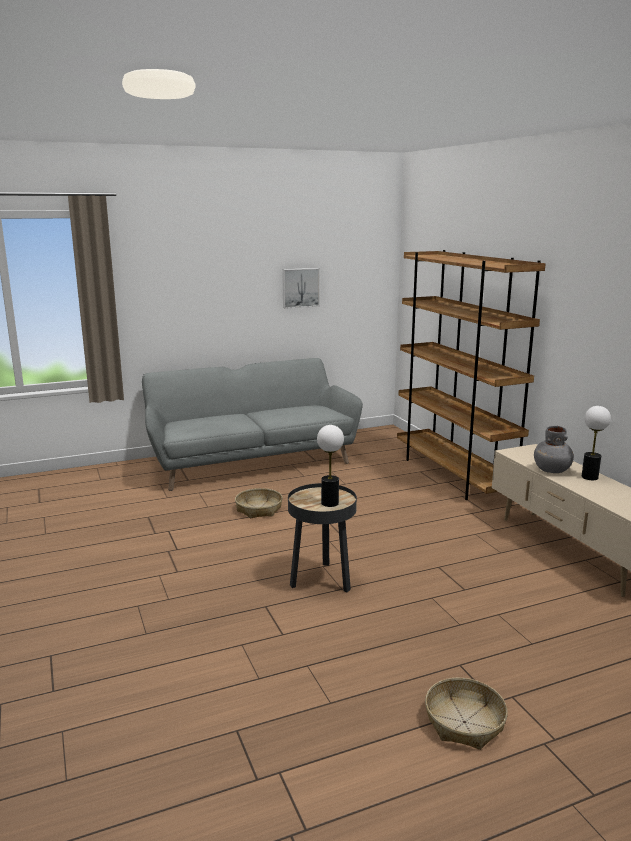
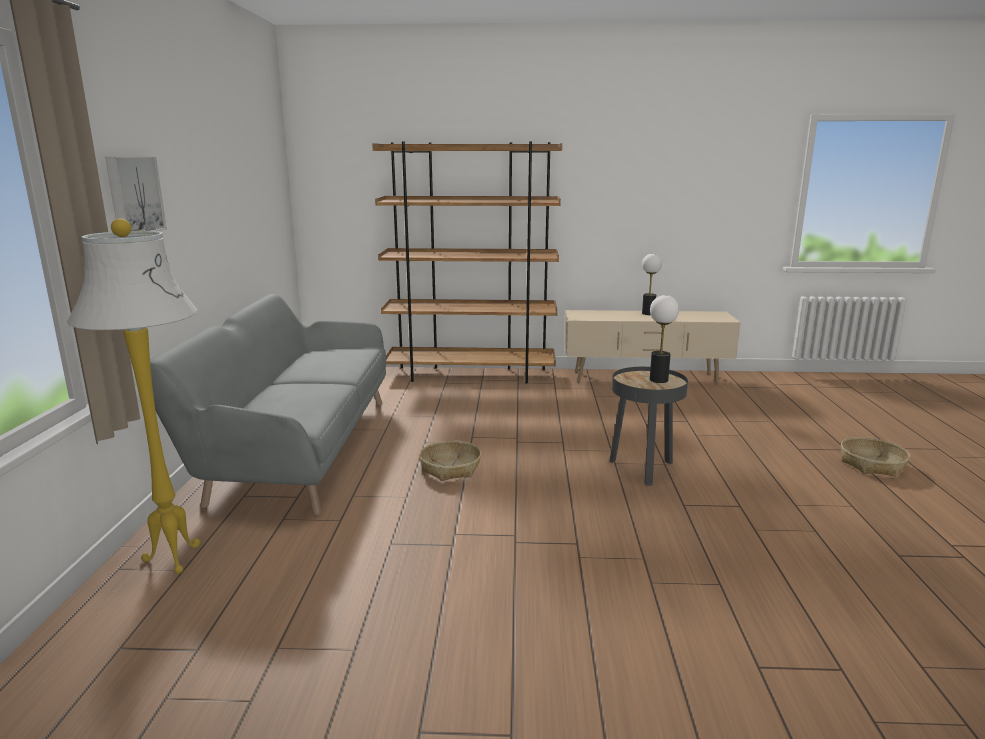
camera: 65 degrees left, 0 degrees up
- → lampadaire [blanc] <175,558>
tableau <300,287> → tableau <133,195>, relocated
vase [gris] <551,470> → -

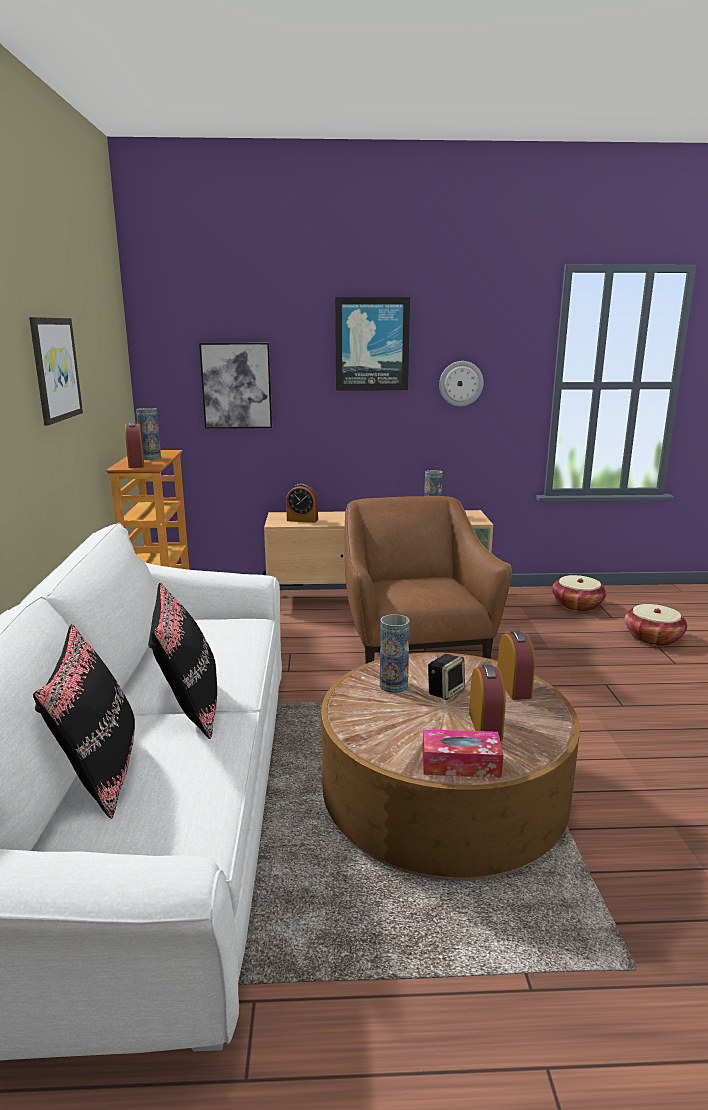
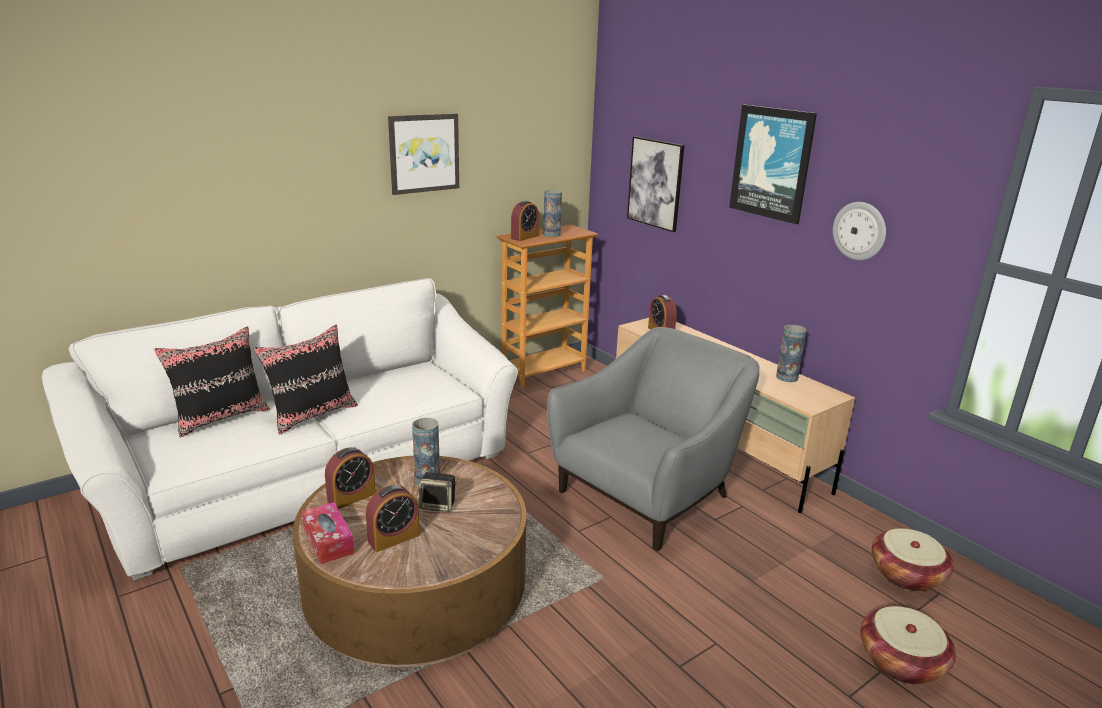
camera: 55 degrees right, 5 degrees up
réveil <513,687> → réveil <351,497>, relocated
fauteuil [marron] <414,645> → fauteuil [gris] <647,495>

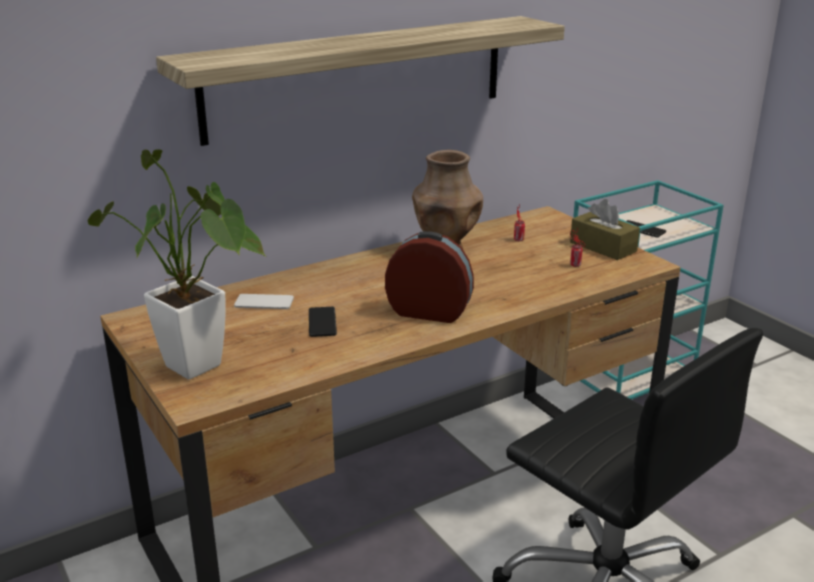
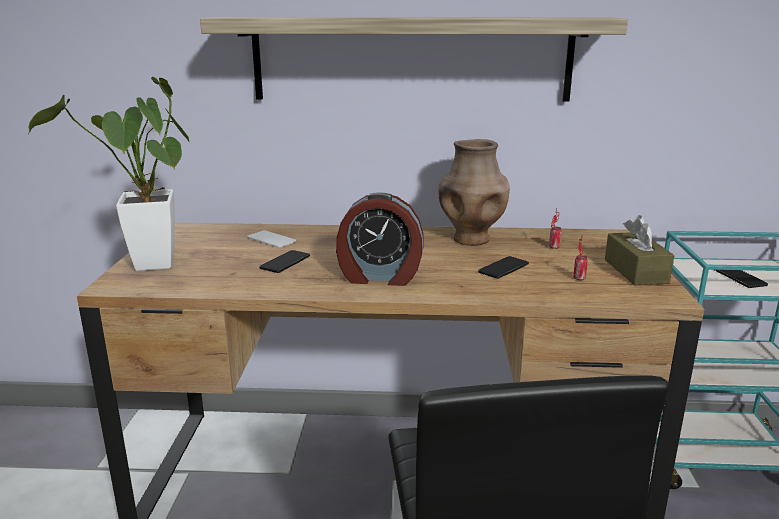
camera: 35 degrees right, 5 degrees down
réveil <429,311> → réveil <379,277>, 135 degrees clockwise
- → téléphone <503,268>

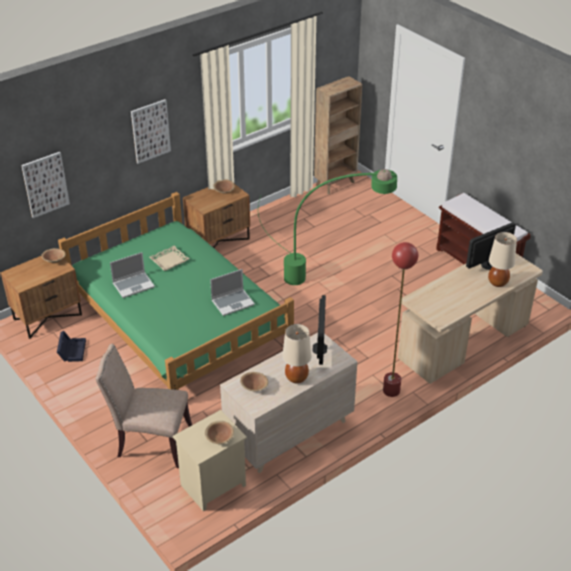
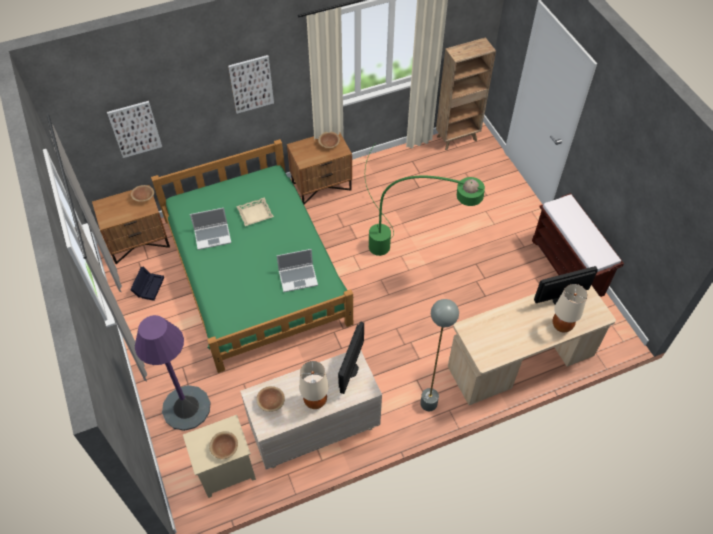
camera: 15 degrees right, 15 degrees up
chaise [beige] <151,442> → lampadaire [violet] <186,408>
lampadaire [rouge] <391,391> → lampadaire [gris] <428,403>

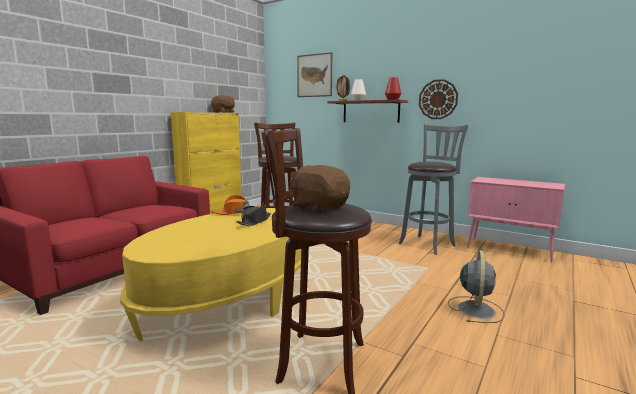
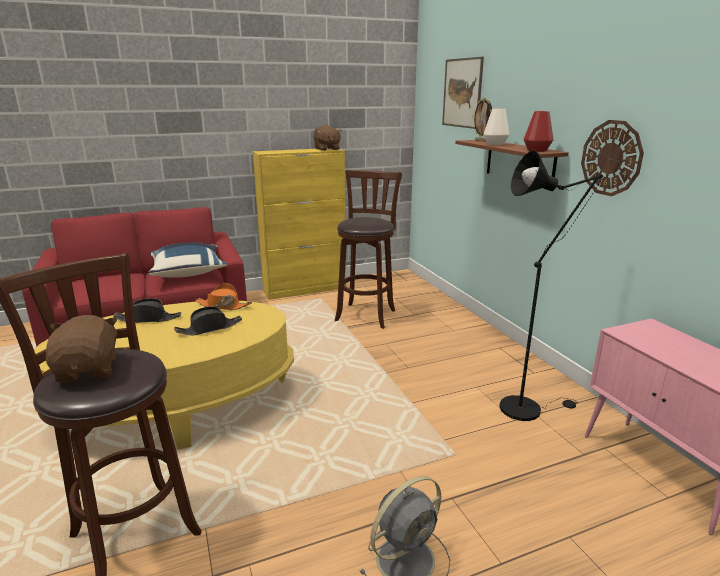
camera: 35 degrees right, 10 degrees up
- → chapeau [noir] <148,319>
- → coussin [bleu] <188,273>
tabouret [gris] <428,244> → lampadaire [noir] <526,407>

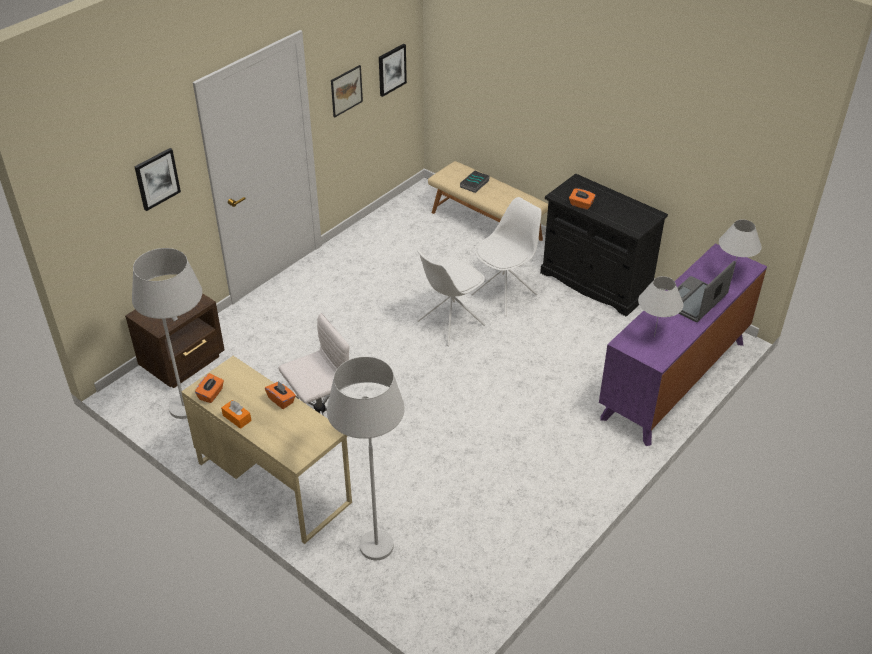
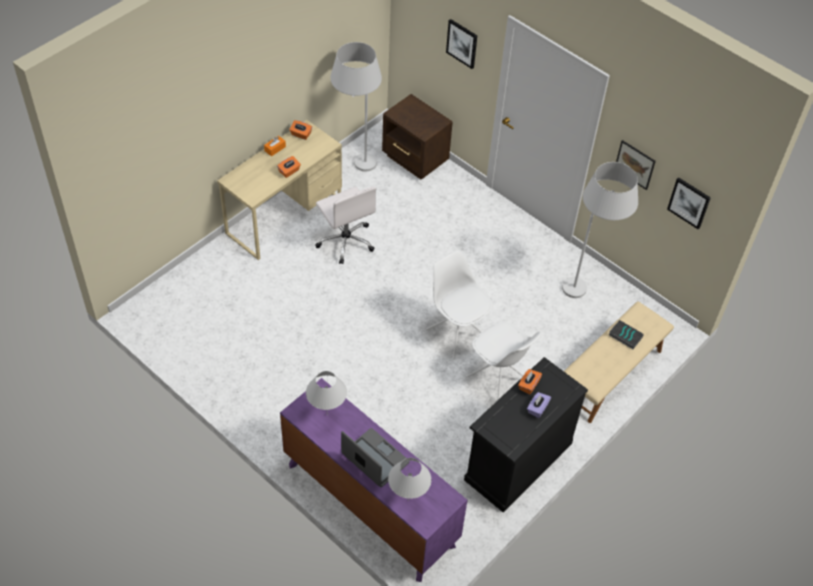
camera: 90 degrees right, 10 degrees up
- → boîte à mouchoirs [violet] <537,408>
lampadaire [blanc] <373,531> → lampadaire [blanc] <587,287>, relocated

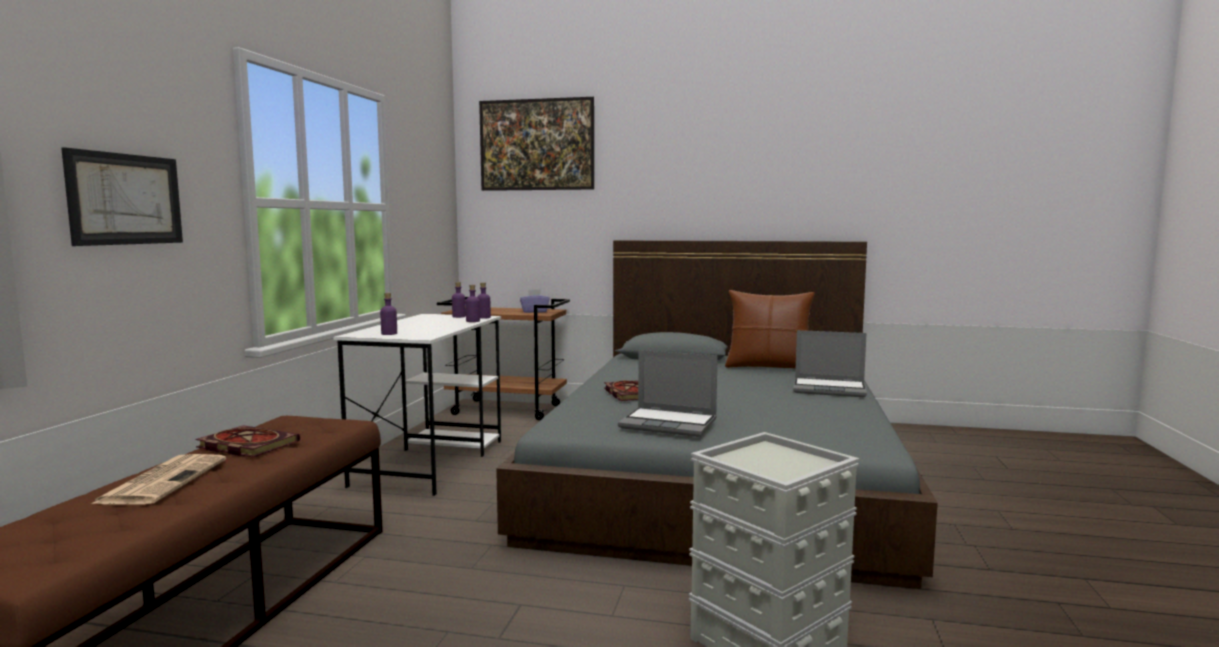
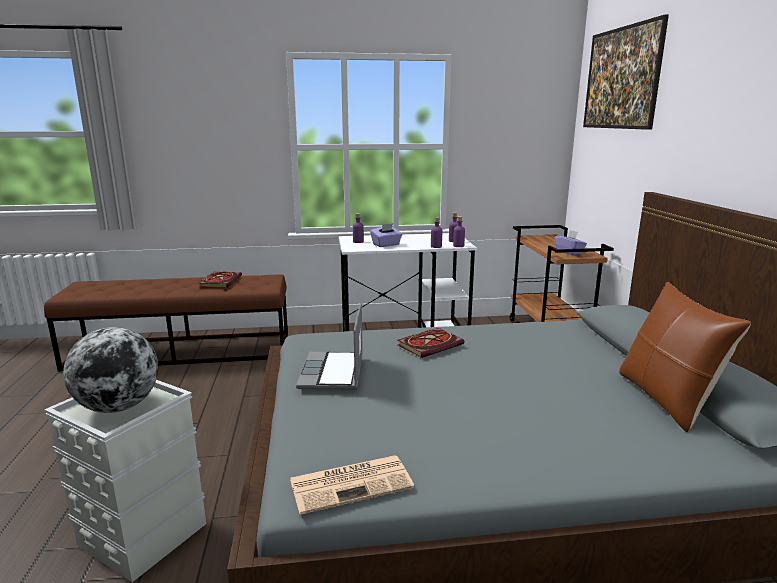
camera: 70 degrees right, 10 degrees up
- → globe <118,407>
journal <163,480> → journal <352,483>, relocated
- → boîte à mouchoirs [violet] <386,245>
tableau <125,199> → -
ordinateur portable <830,389> → -

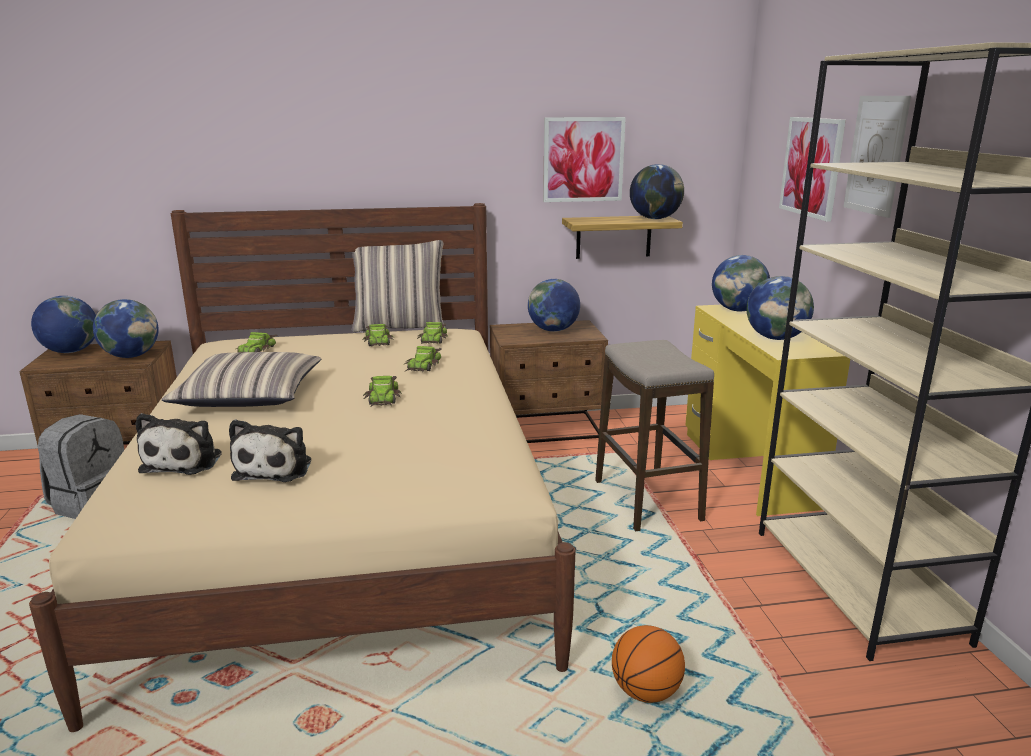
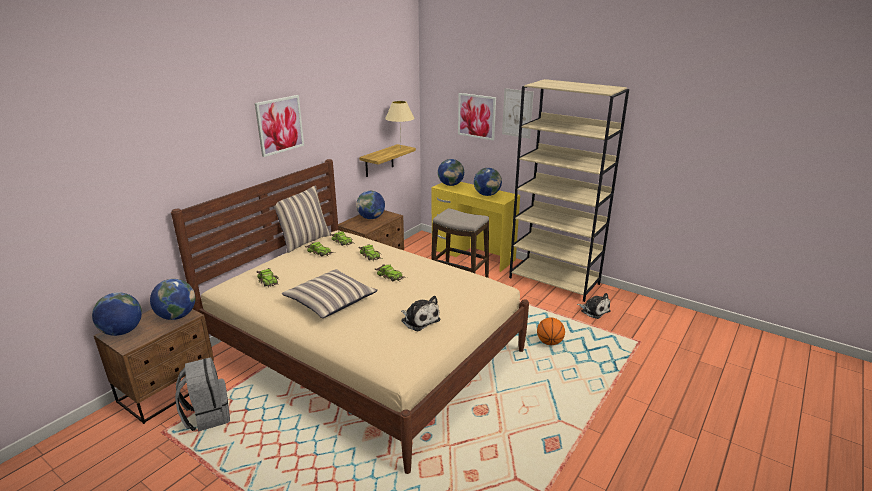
camera: 45 degrees left, 5 degrees up
tableau <583,159> → tableau <279,125>, relocated
globe <655,219> → lampe de table [beige] <400,148>
peluche <185,461> → peluche <594,310>, relocated

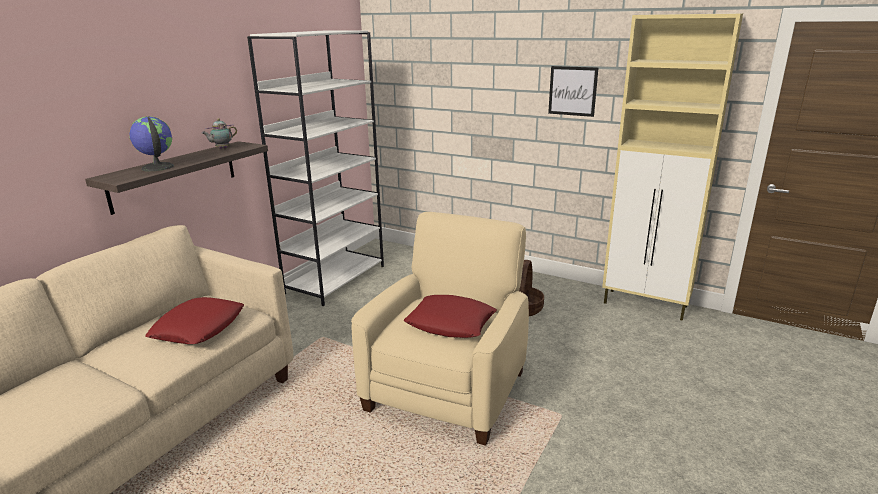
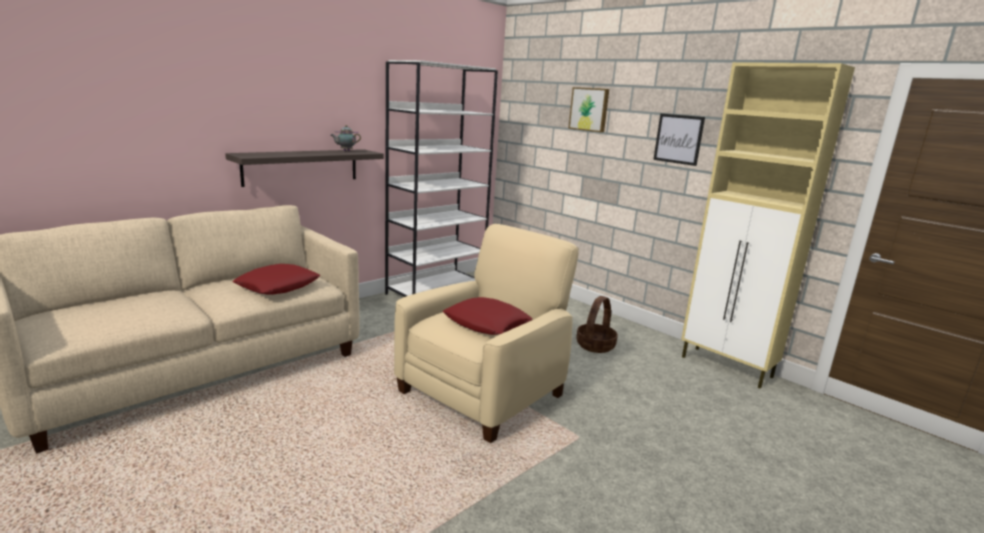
camera: 15 degrees right, 5 degrees down
- → tableau <589,109>
globe <157,167> → -

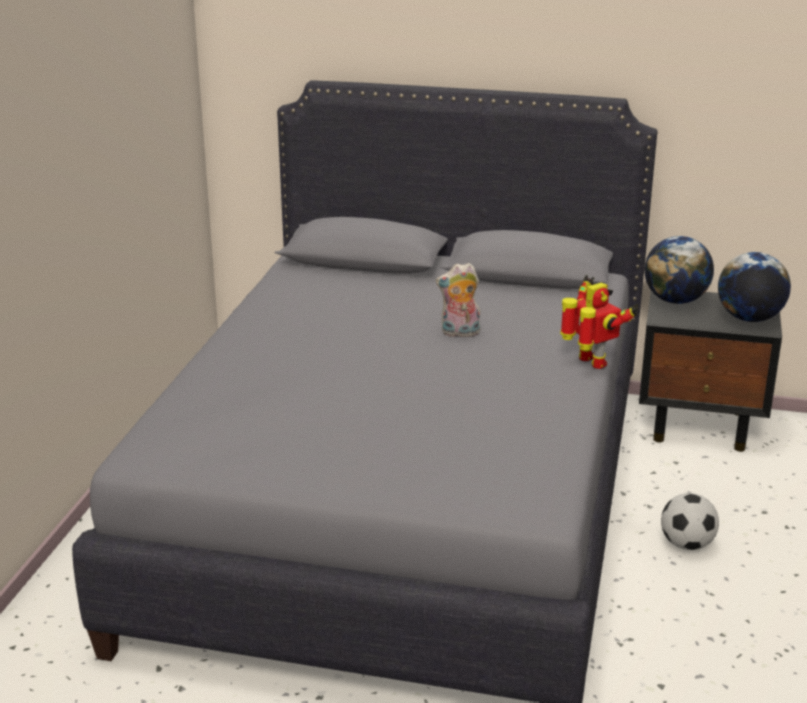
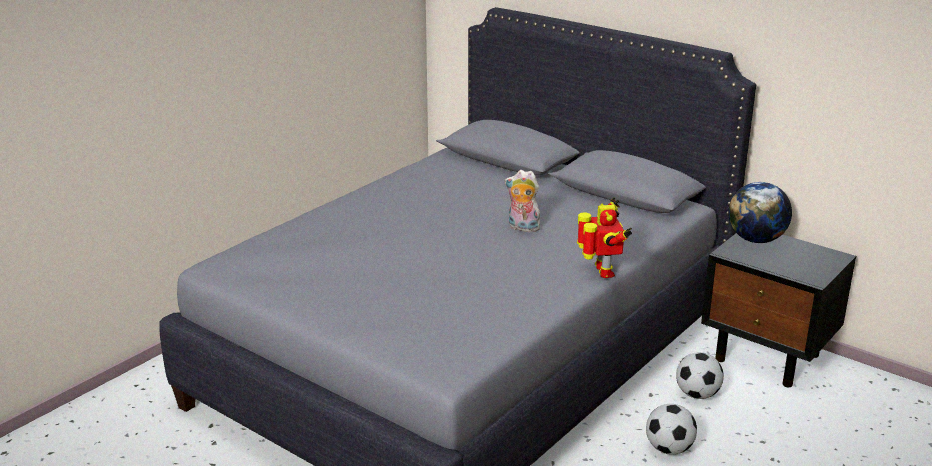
camera: 25 degrees right, 0 degrees up
- → ballon de foot <697,394>
globe <749,318> → -

